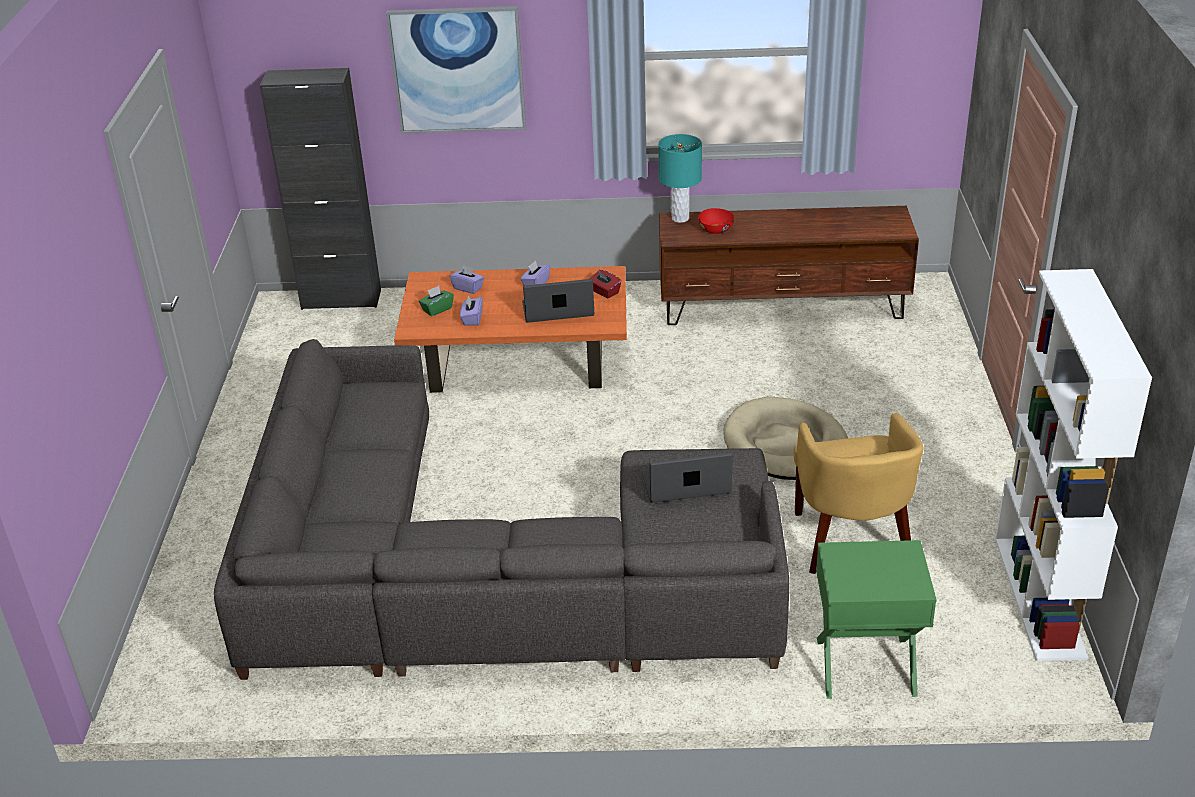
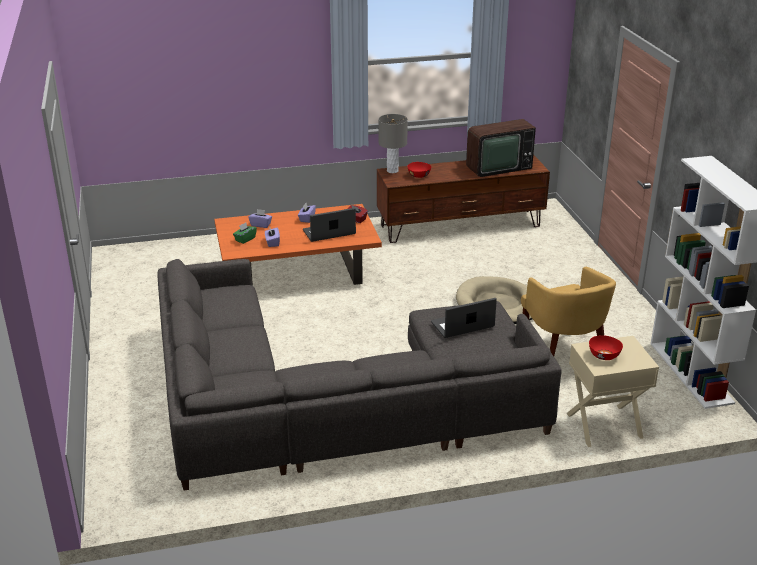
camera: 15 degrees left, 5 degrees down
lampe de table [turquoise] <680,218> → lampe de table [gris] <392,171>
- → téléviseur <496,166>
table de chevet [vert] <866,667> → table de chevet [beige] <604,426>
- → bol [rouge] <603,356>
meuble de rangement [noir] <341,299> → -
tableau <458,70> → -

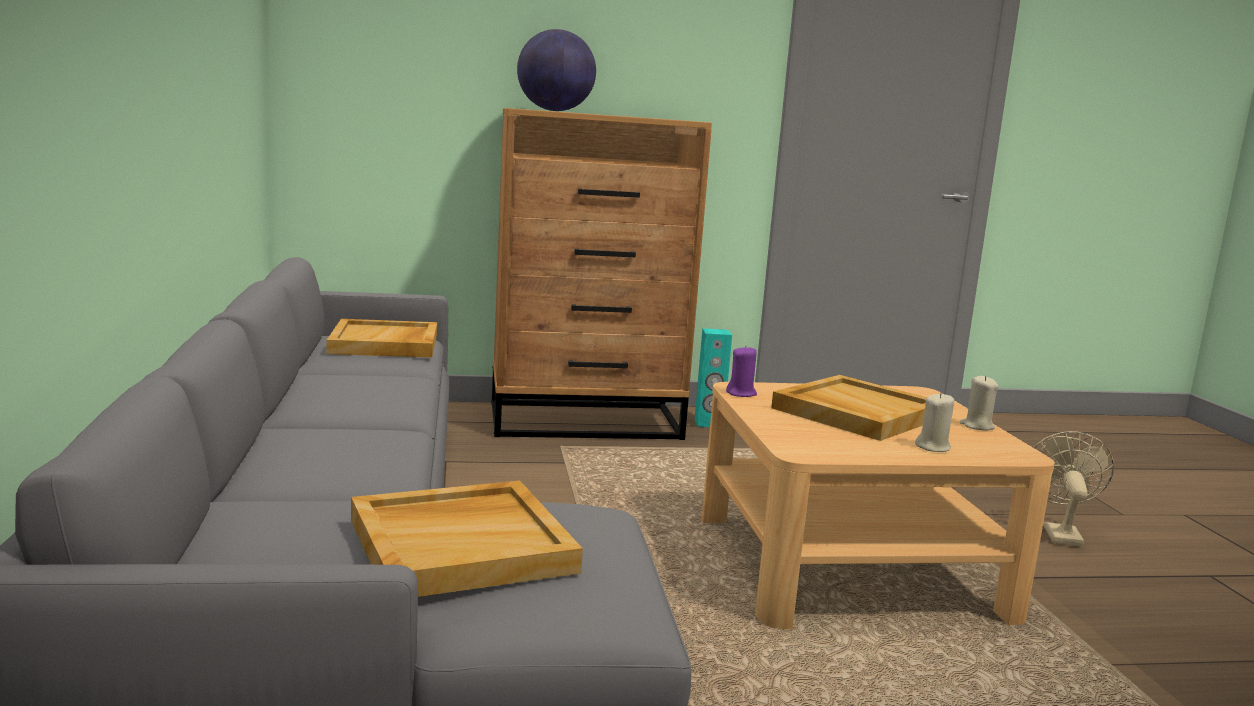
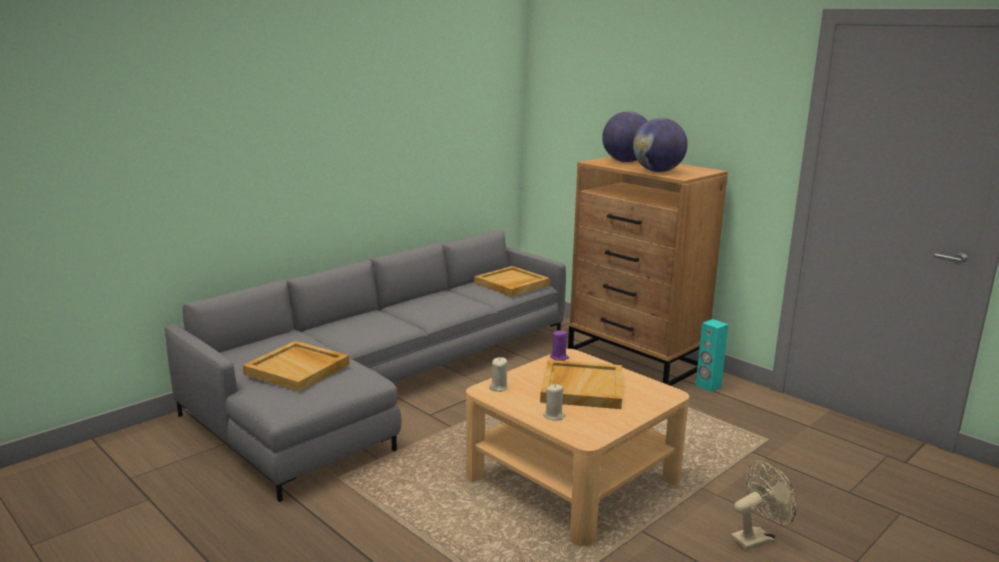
camera: 55 degrees right, 5 degrees up
bougie [beige] <977,426> → bougie [beige] <498,387>, relocated
- → globe <658,171>

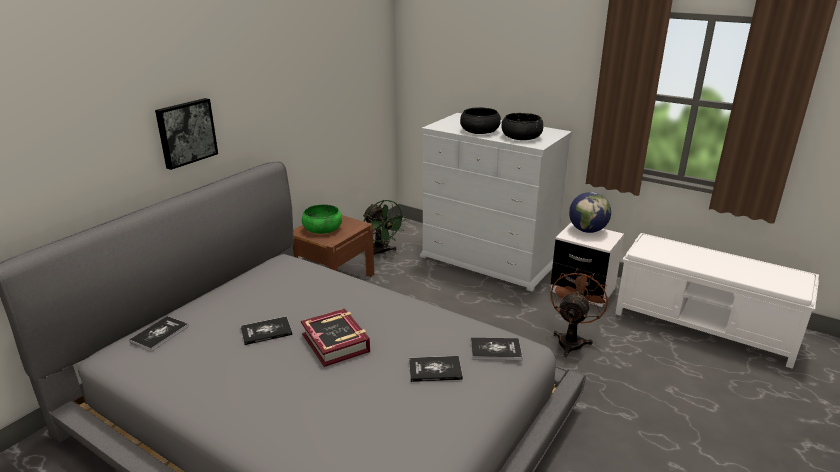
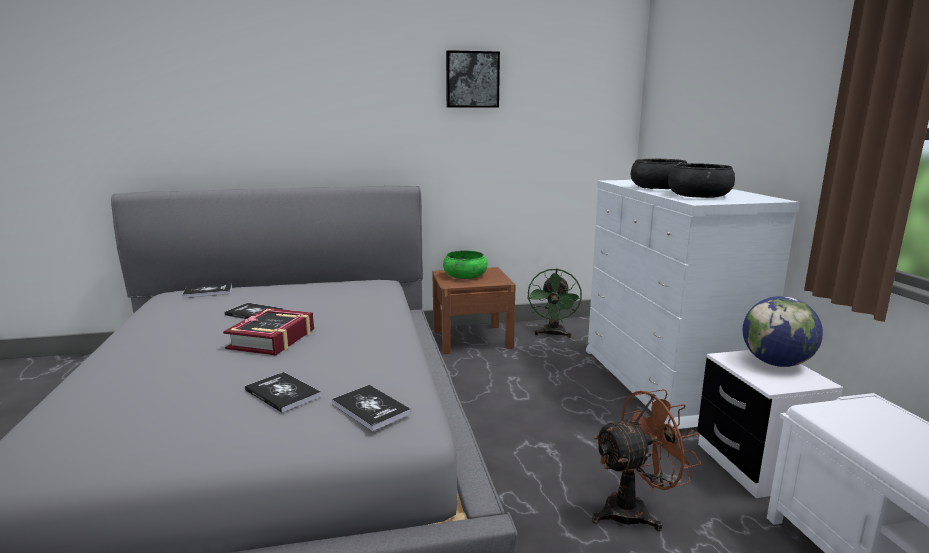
camera: 45 degrees right, 10 degrees down
tableau <186,132> → tableau <472,79>, relocated

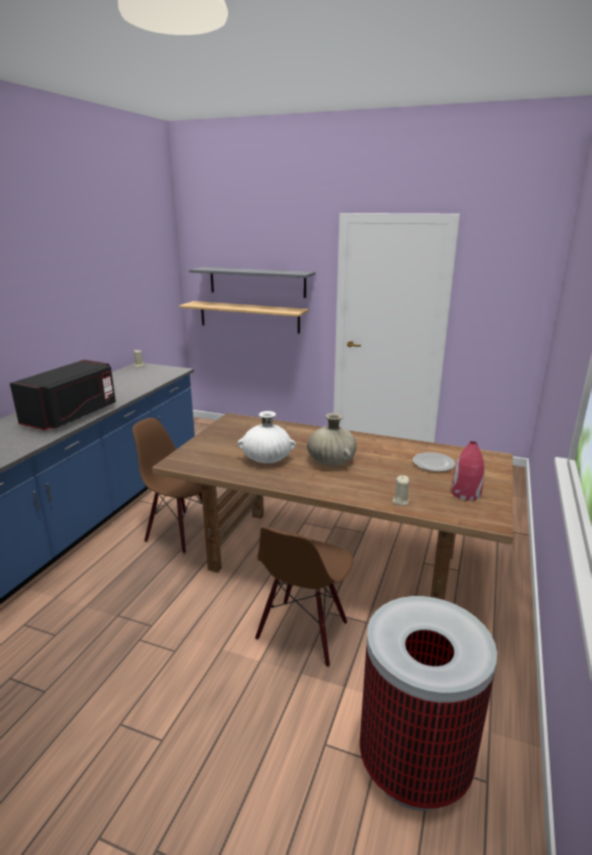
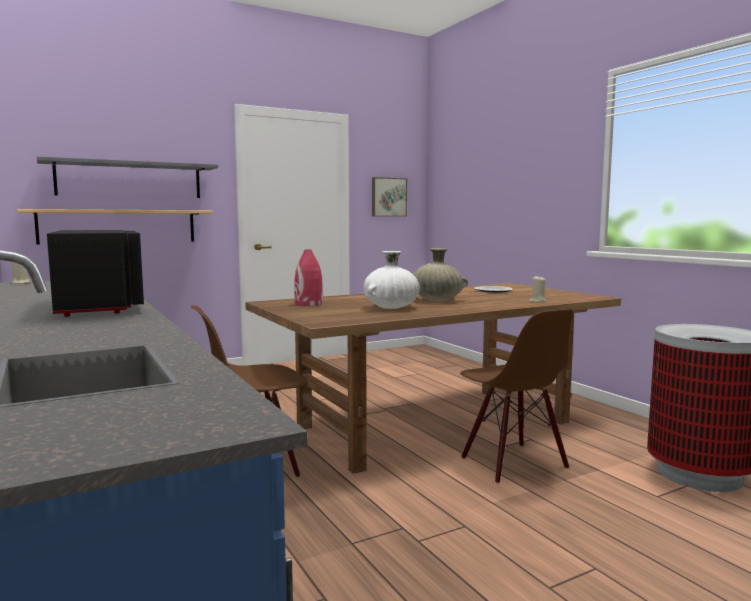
camera: 50 degrees left, 15 degrees down
vase [rouge] <465,493> → vase [rouge] <308,304>, relocated
- → tableau <388,197>

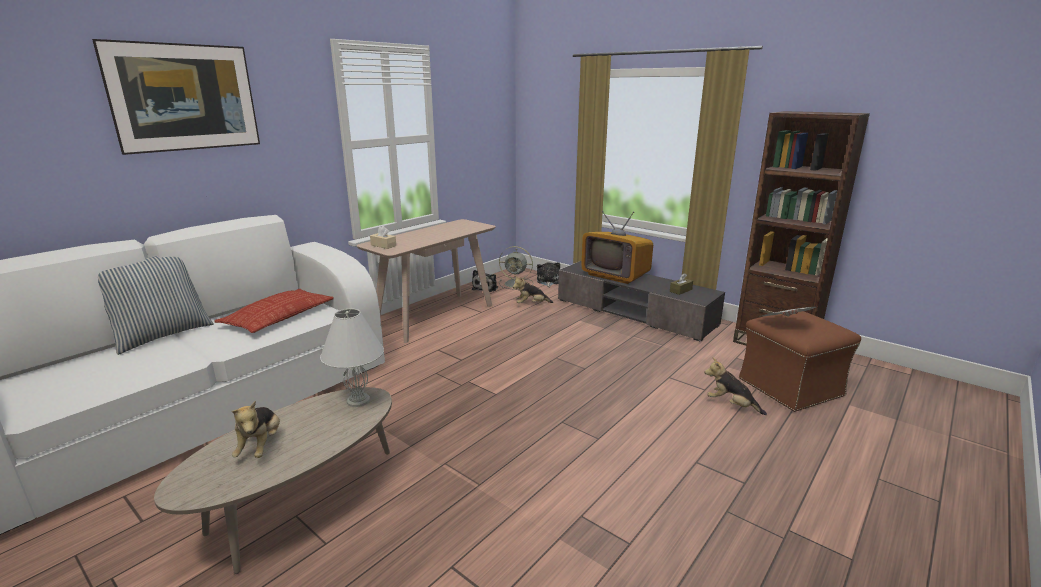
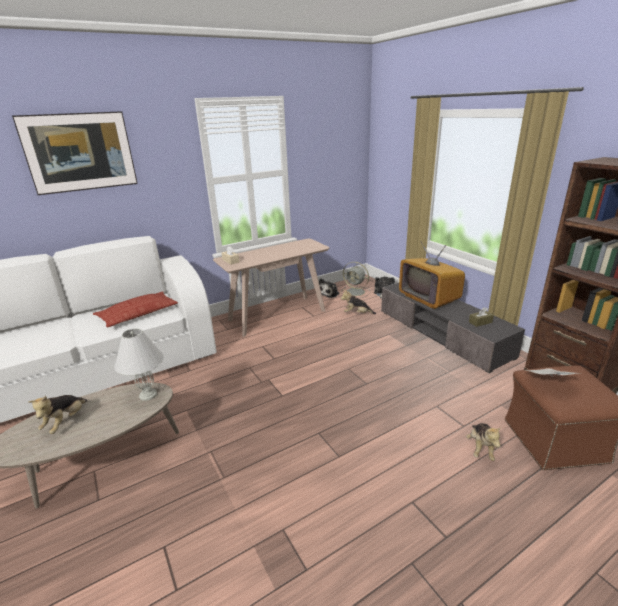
camera: 20 degrees right, 5 degrees up
peluche <731,405> → peluche <480,448>, 135 degrees counterclockwise
coussin <162,335> → -

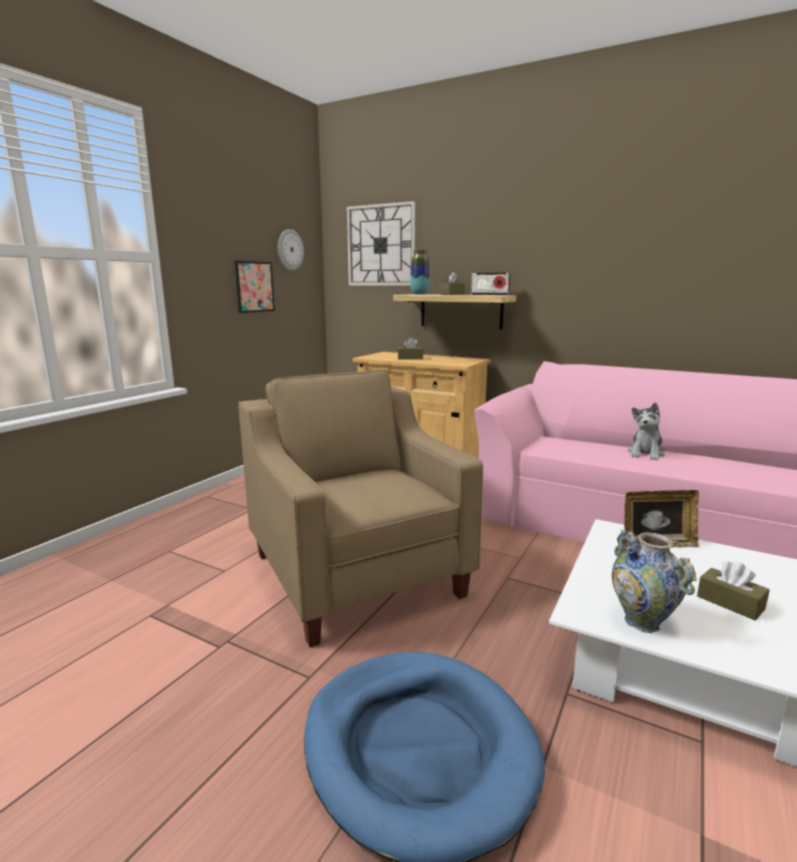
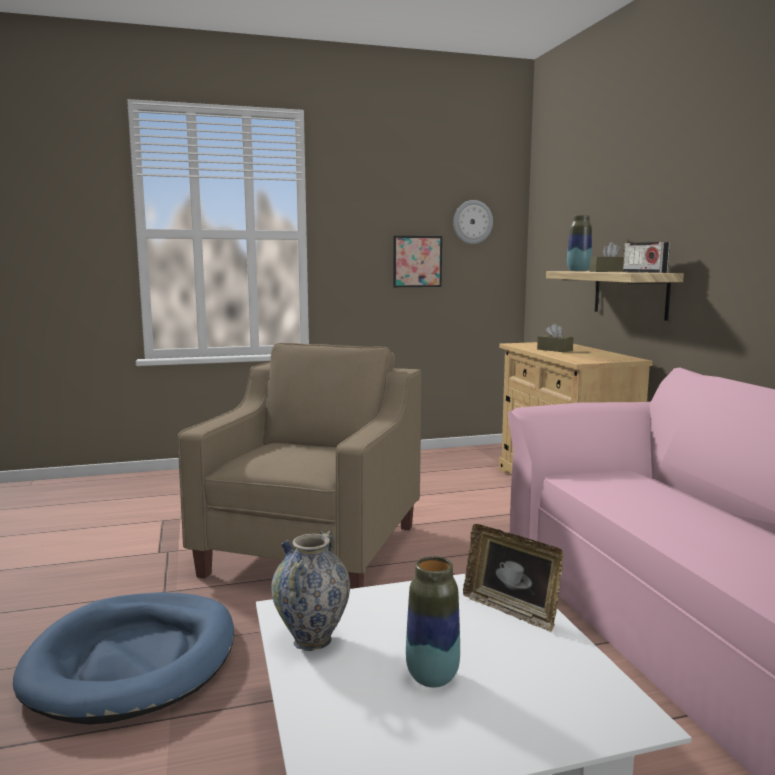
camera: 45 degrees right, 5 degrees down
boîte à mouchoirs [marron] <730,603> → vase <432,677>
horloge murale <381,245> → -
peluche <645,453> → -

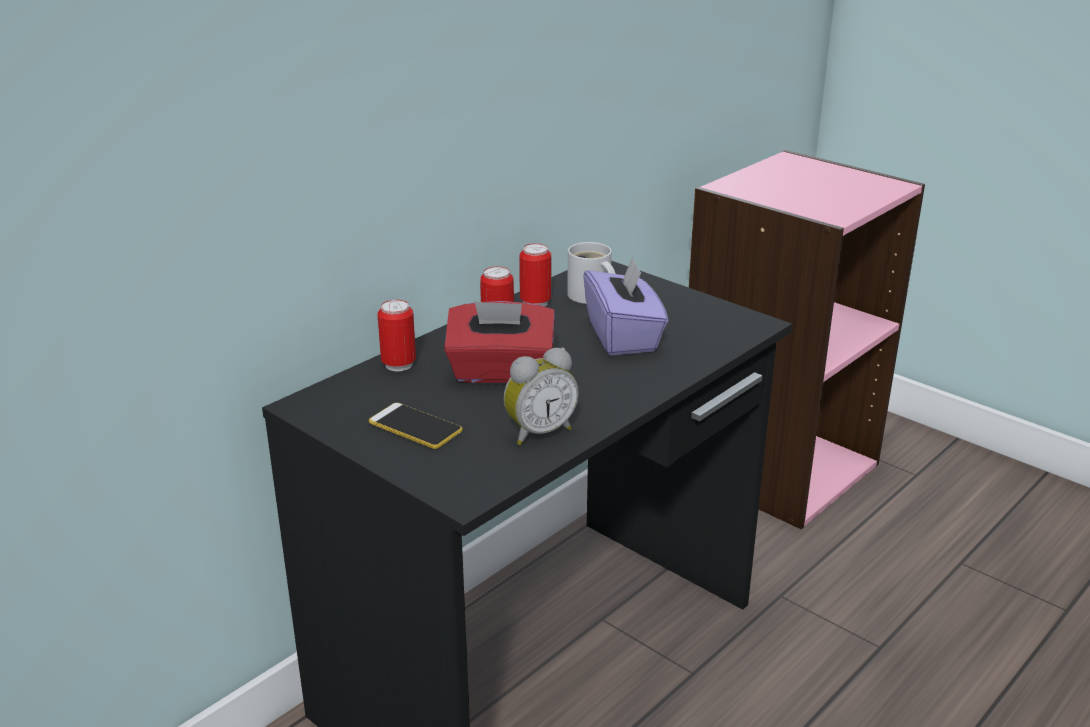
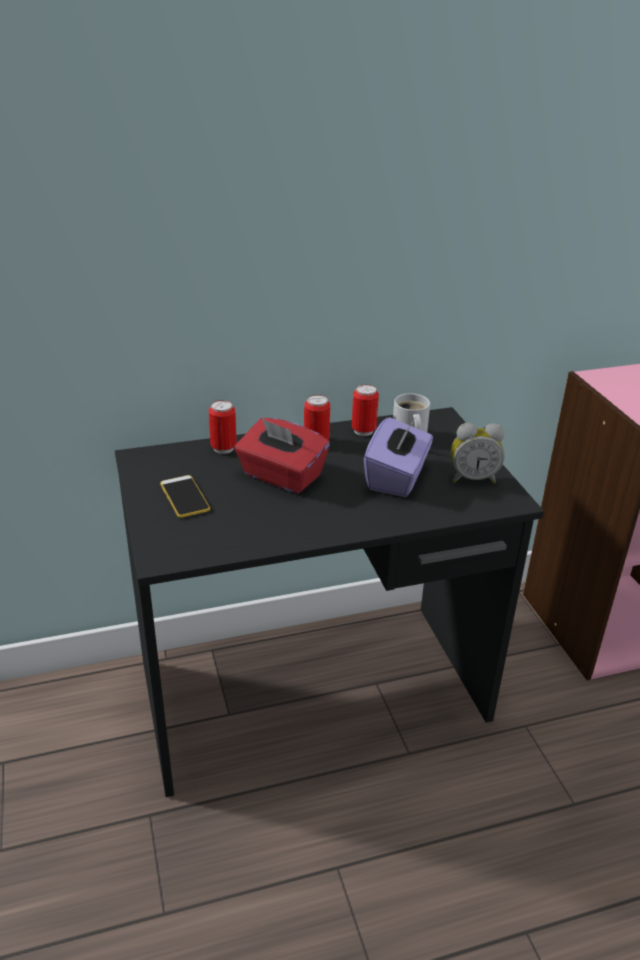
camera: 30 degrees right, 5 degrees up
réveil <539,432> → réveil <472,478>, relocated

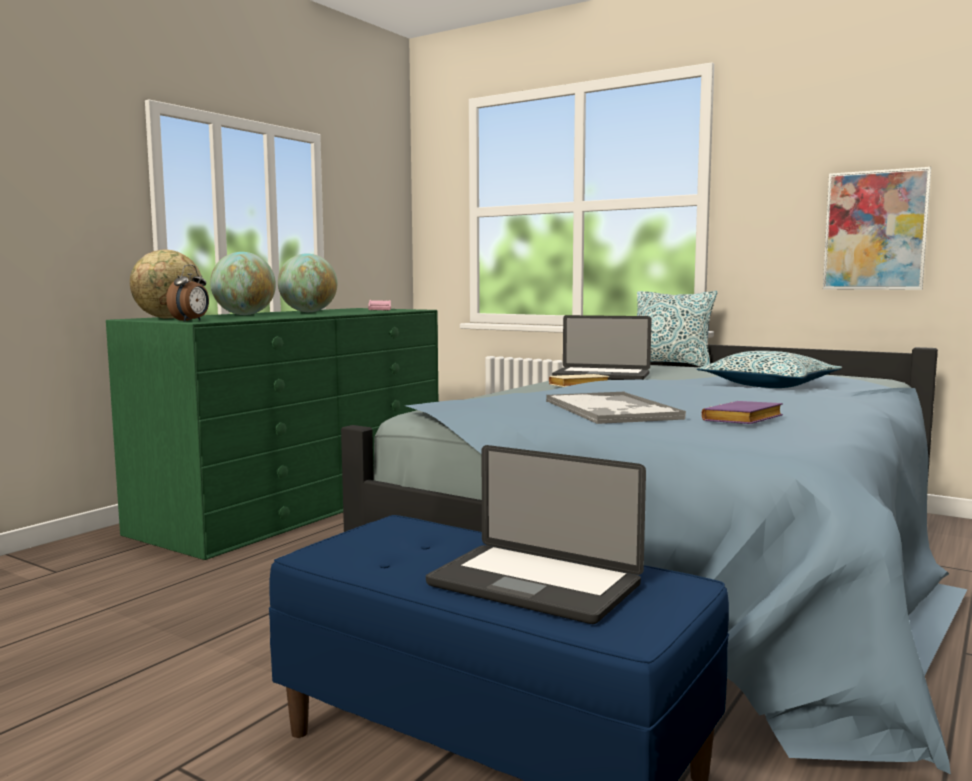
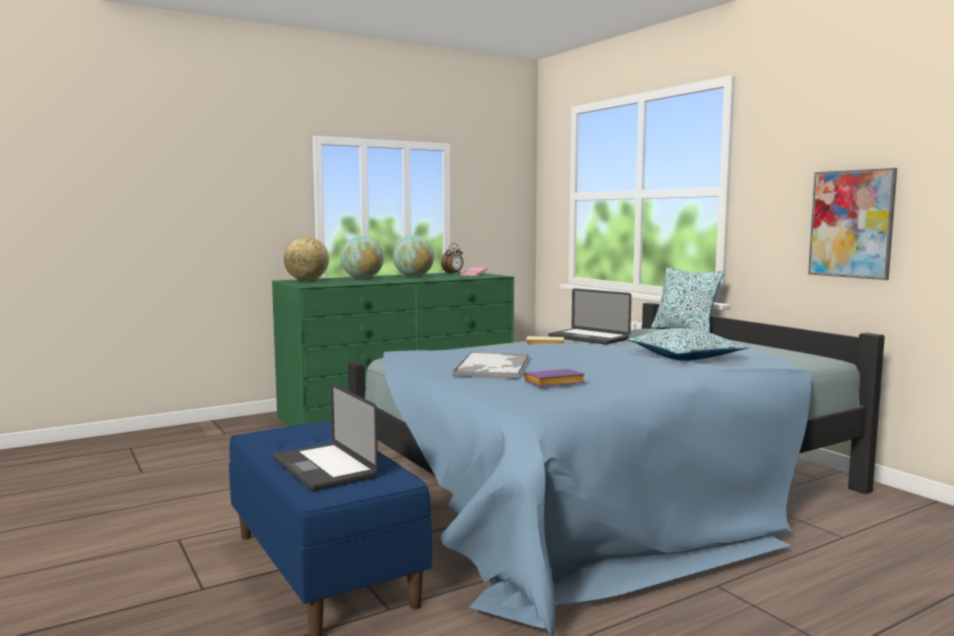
camera: 25 degrees right, 0 degrees up
réveil <191,321> → réveil <453,273>, relocated

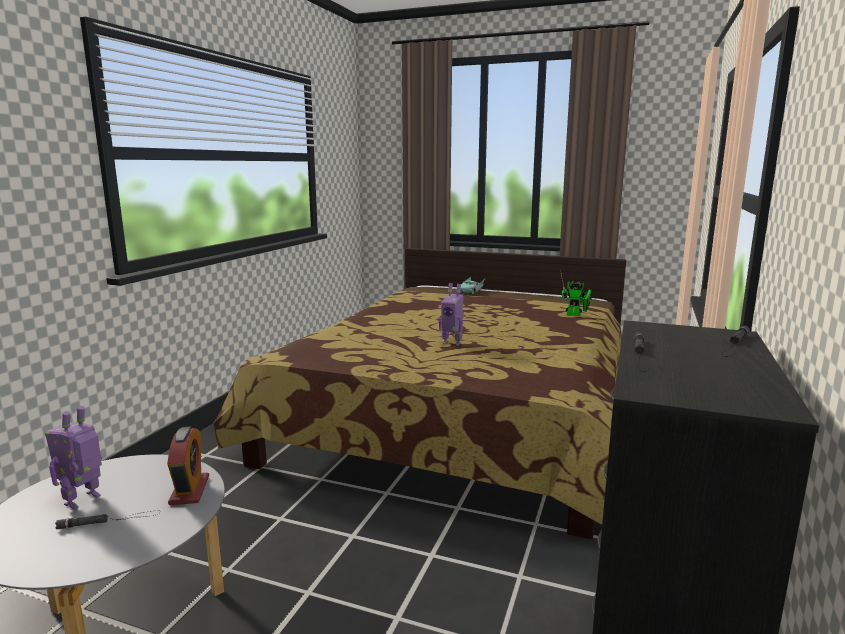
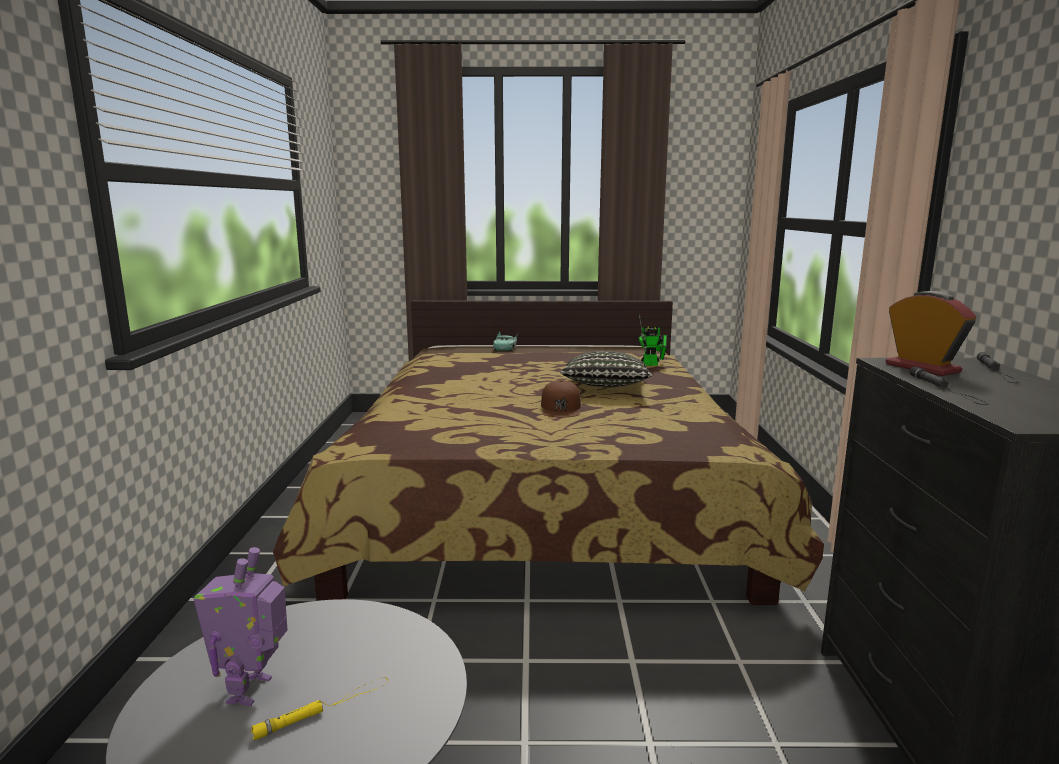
camera: 20 degrees left, 0 degrees up
lampe de poche [noir] <110,520> → lampe de poche [jaune] <324,708>
robot jouet <452,343> → casquette [marron] <561,408>
- → coussin <605,387>
réveil <189,490> → réveil <922,368>, relocated

